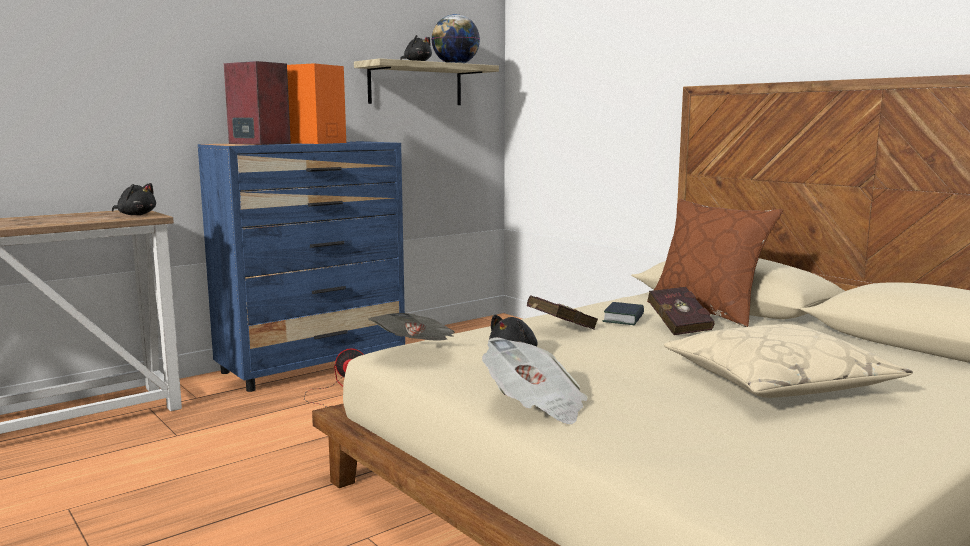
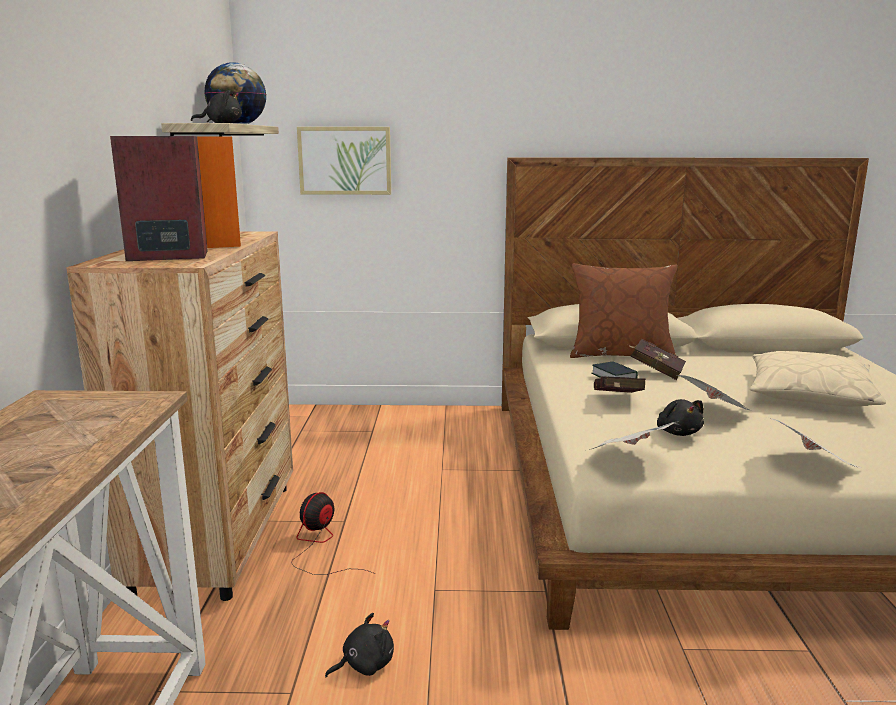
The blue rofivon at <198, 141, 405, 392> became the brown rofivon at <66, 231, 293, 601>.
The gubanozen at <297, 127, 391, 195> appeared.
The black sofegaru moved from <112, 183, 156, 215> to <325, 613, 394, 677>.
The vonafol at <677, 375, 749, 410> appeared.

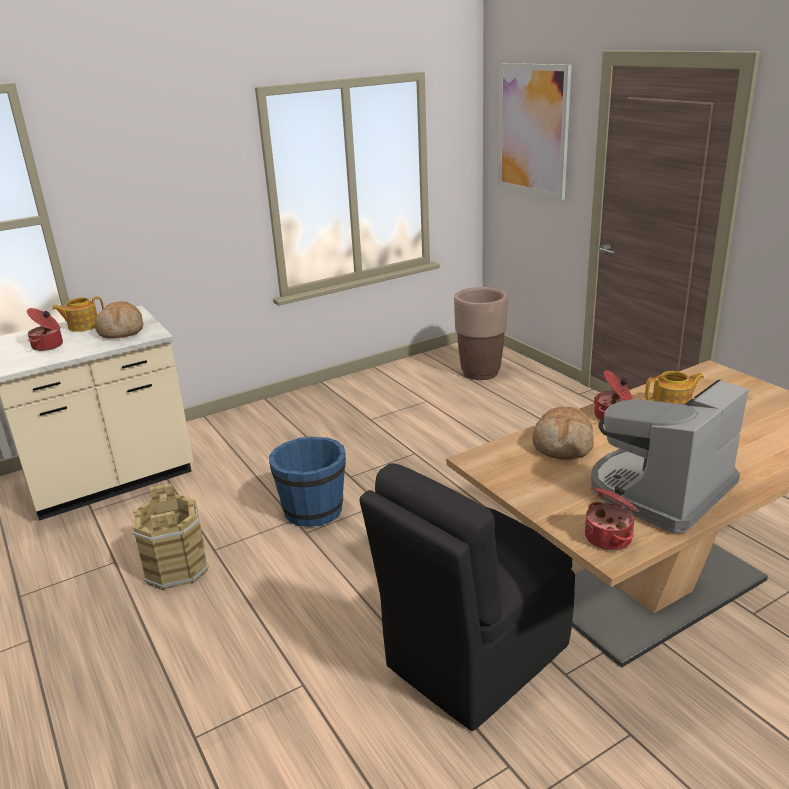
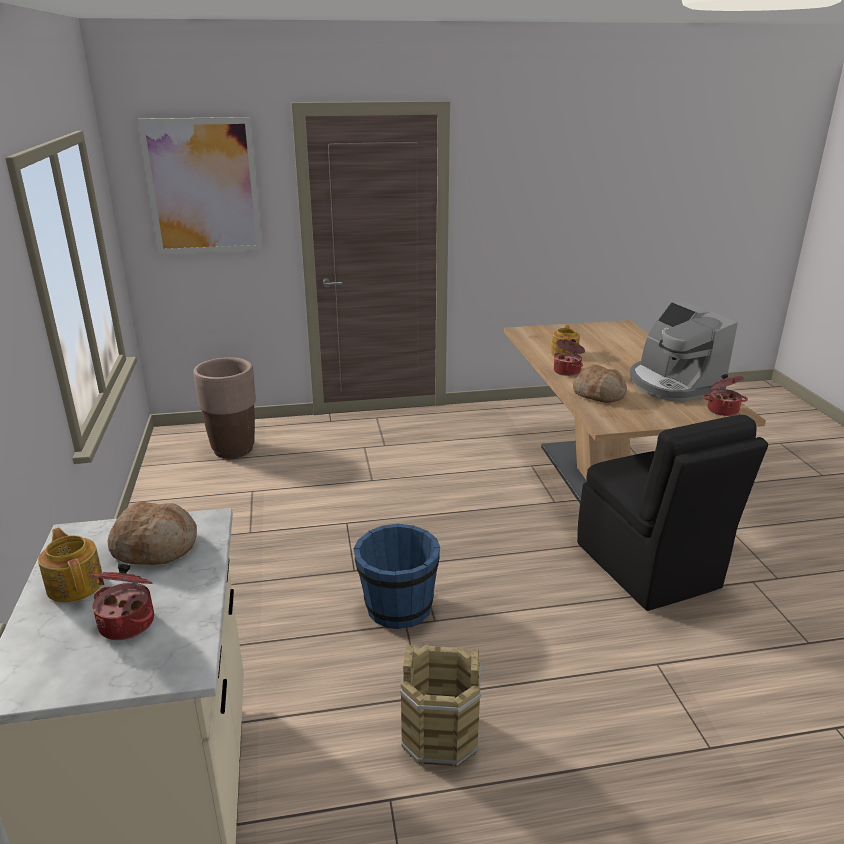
The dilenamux at <52, 297, 104, 332> turned 150 degrees clockwise.

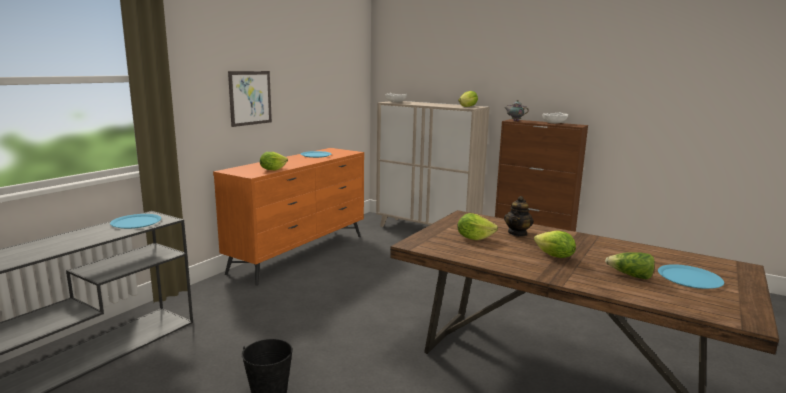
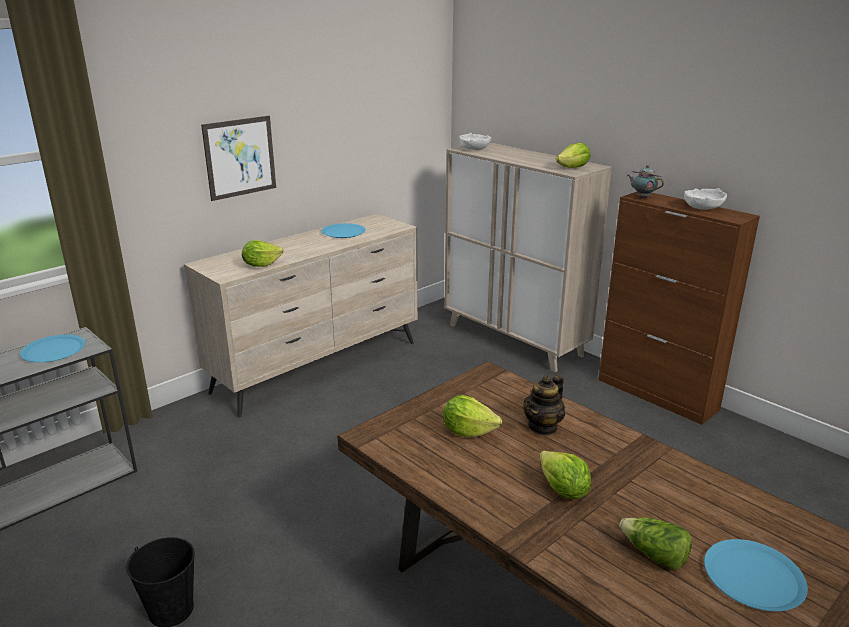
The orange rofivon at <213, 148, 364, 286> became the beige rofivon at <184, 214, 418, 418>.

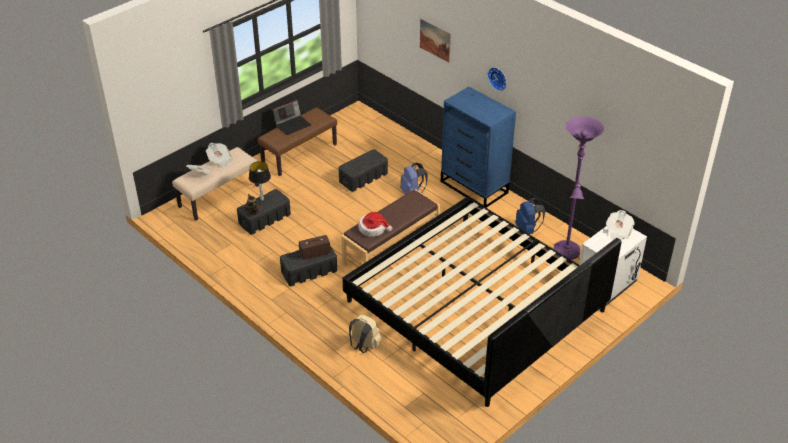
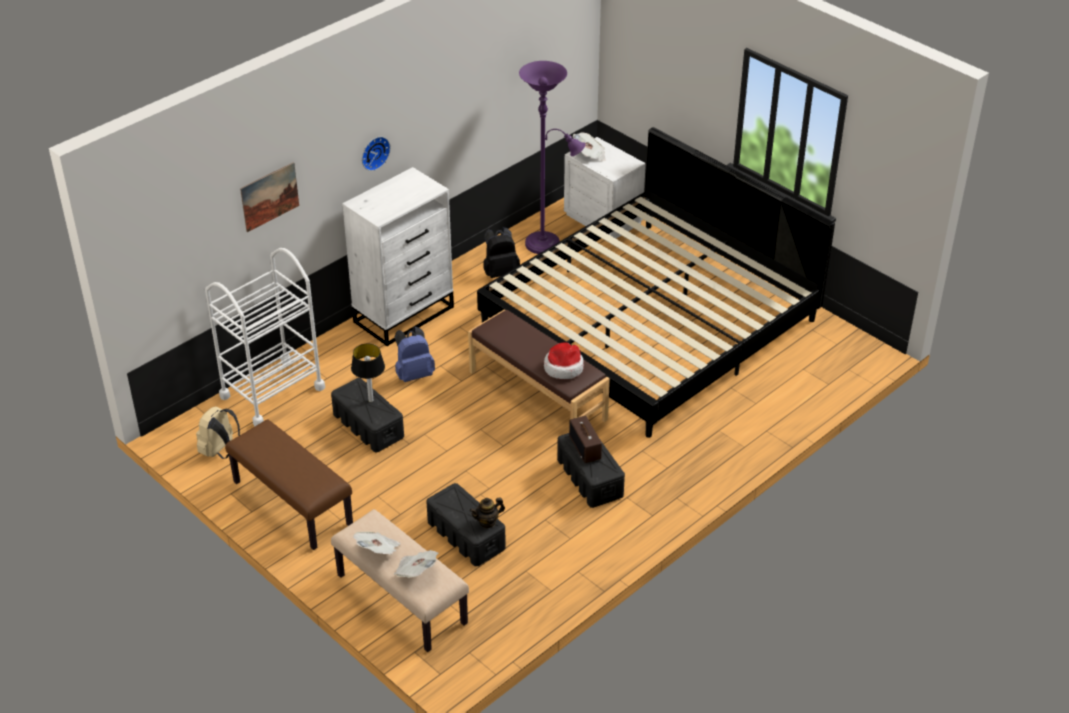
The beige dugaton moved from <349, 315, 381, 353> to <196, 407, 240, 459>.
The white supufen at <205, 248, 325, 426> appeared.
The blue rofivon at <441, 87, 516, 208> became the white rofivon at <342, 167, 454, 346>.
The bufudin moved from <249, 161, 271, 201> to <351, 343, 385, 402>.
The blue dugaton at <515, 198, 545, 234> became the black dugaton at <483, 227, 520, 278>.
The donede at <272, 99, 311, 135> disappeared.

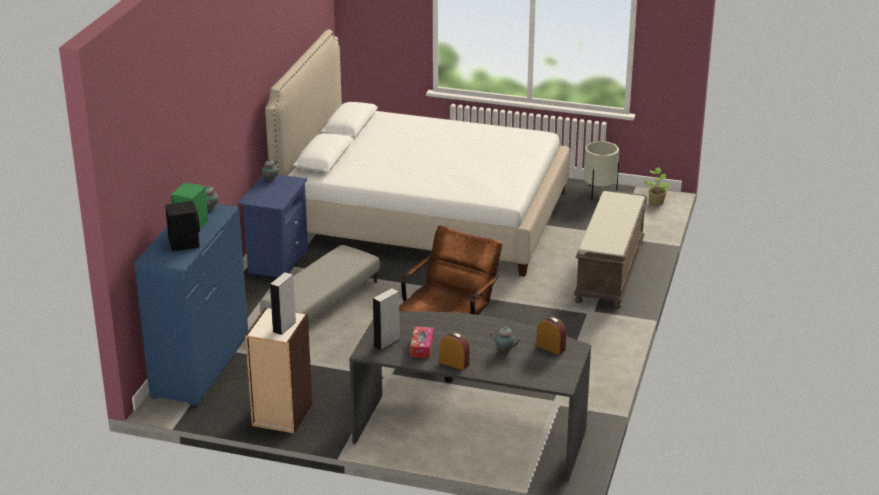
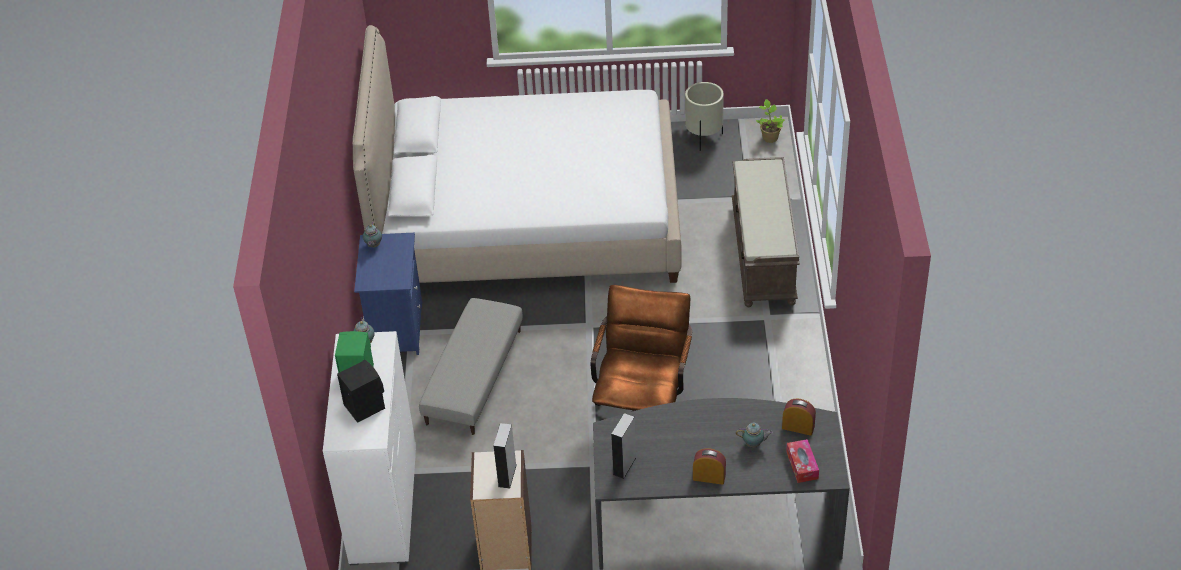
The blue rofivon at <134, 204, 248, 406> became the white rofivon at <323, 331, 416, 565>.
The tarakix moved from <410, 327, 434, 358> to <786, 439, 819, 483>.

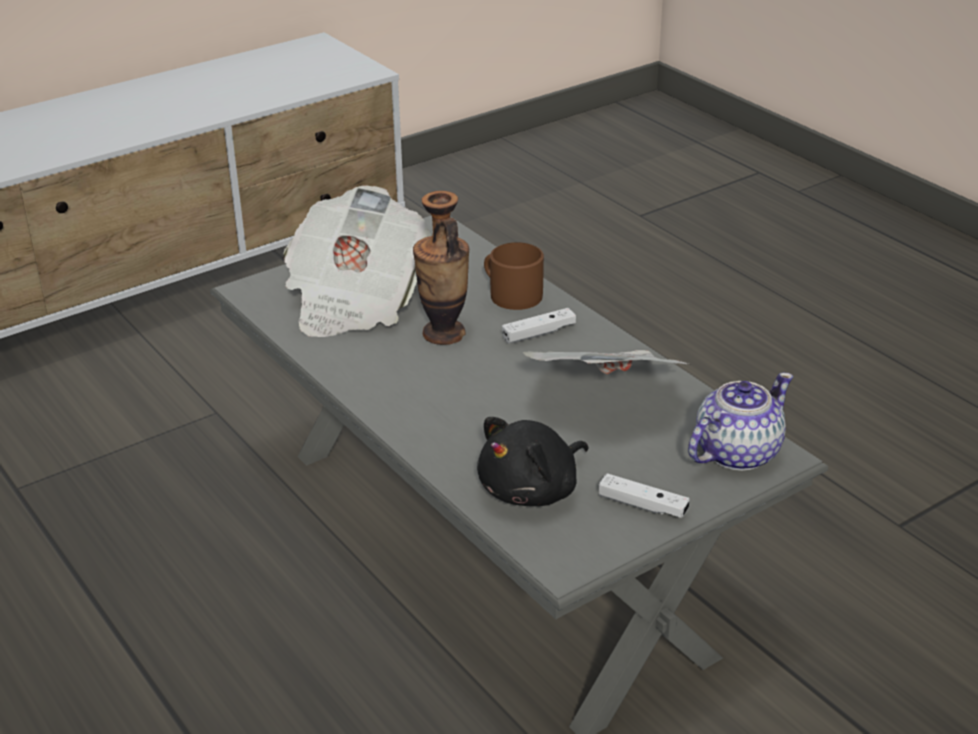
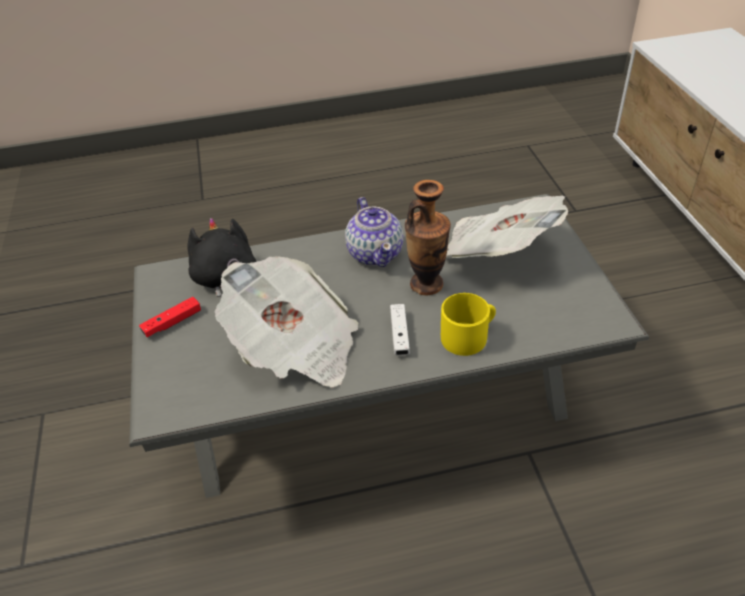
The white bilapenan at <599, 473, 690, 518> became the red bilapenan at <139, 297, 201, 337>.
The dilenamux moved from <688, 372, 793, 471> to <345, 197, 404, 267>.
The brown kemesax at <484, 242, 544, 310> became the yellow kemesax at <441, 293, 496, 356>.

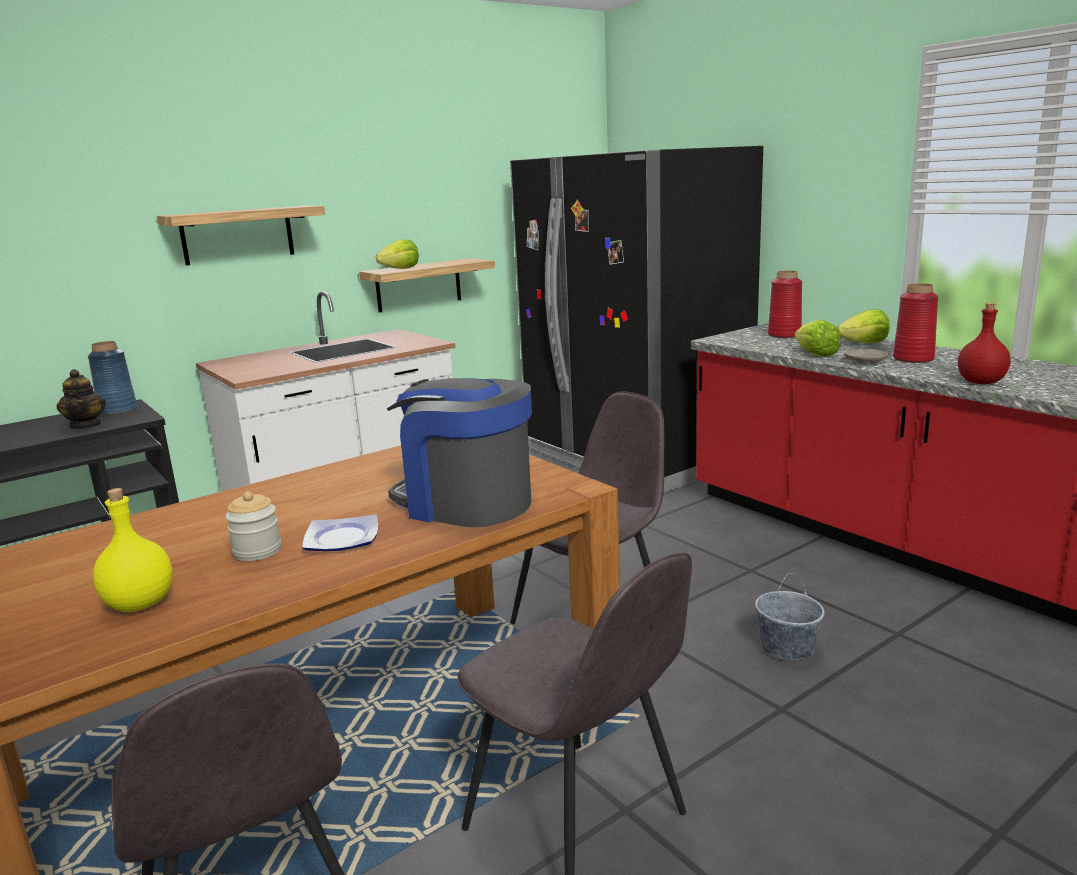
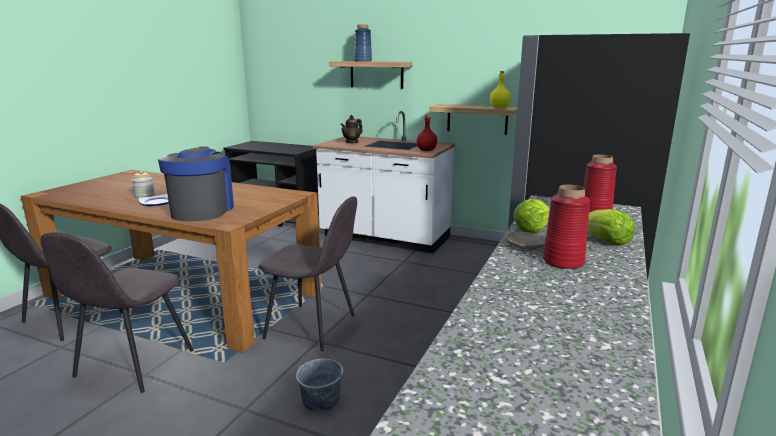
The dilenamux moved from <57, 369, 106, 429> to <341, 115, 363, 143>.
The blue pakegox moved from <88, 341, 137, 416> to <354, 25, 372, 62>.
The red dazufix moved from <958, 303, 1011, 384> to <417, 114, 437, 151>.
The yellow dazufix moved from <93, 488, 173, 612> to <490, 71, 511, 108>.
The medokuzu at <376, 239, 419, 269> disappeared.

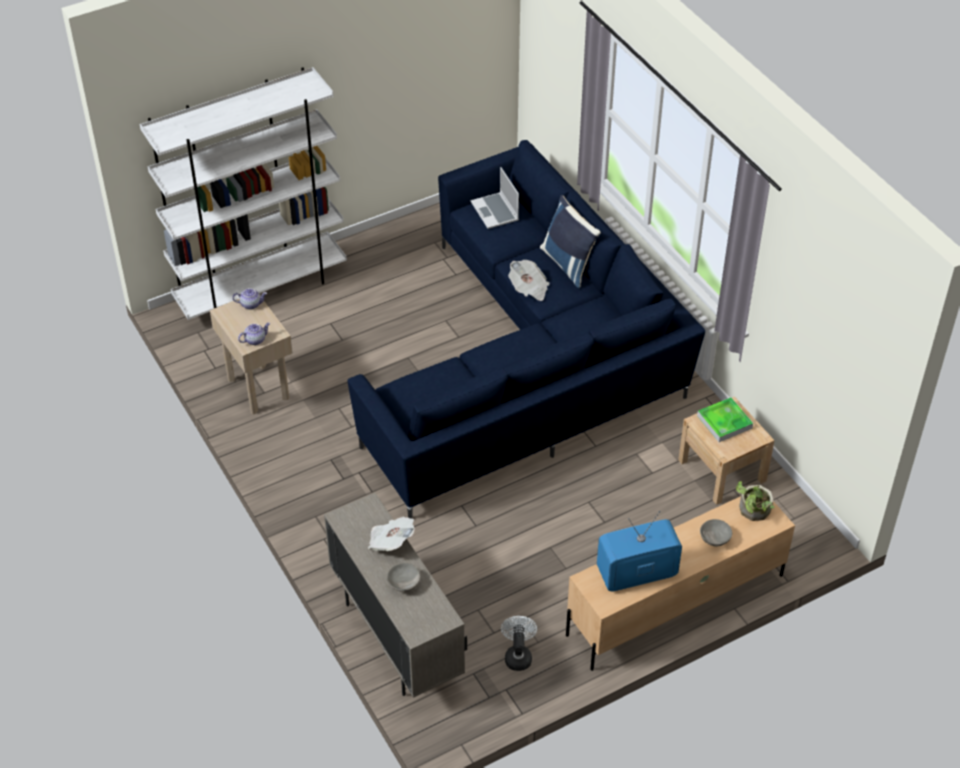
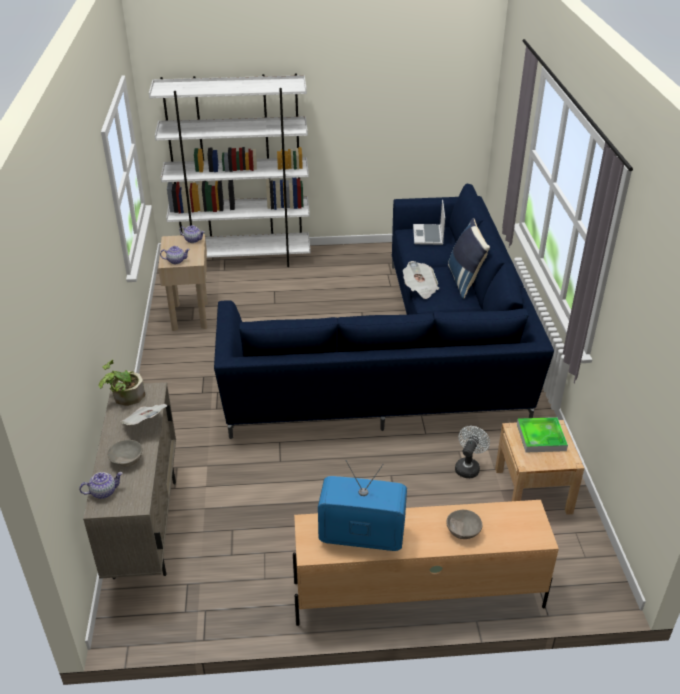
The dilenamux at <79, 472, 123, 499> appeared.
The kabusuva moved from <736, 481, 775, 521> to <98, 359, 145, 406>.
The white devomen moved from <501, 616, 537, 671> to <455, 426, 490, 478>.

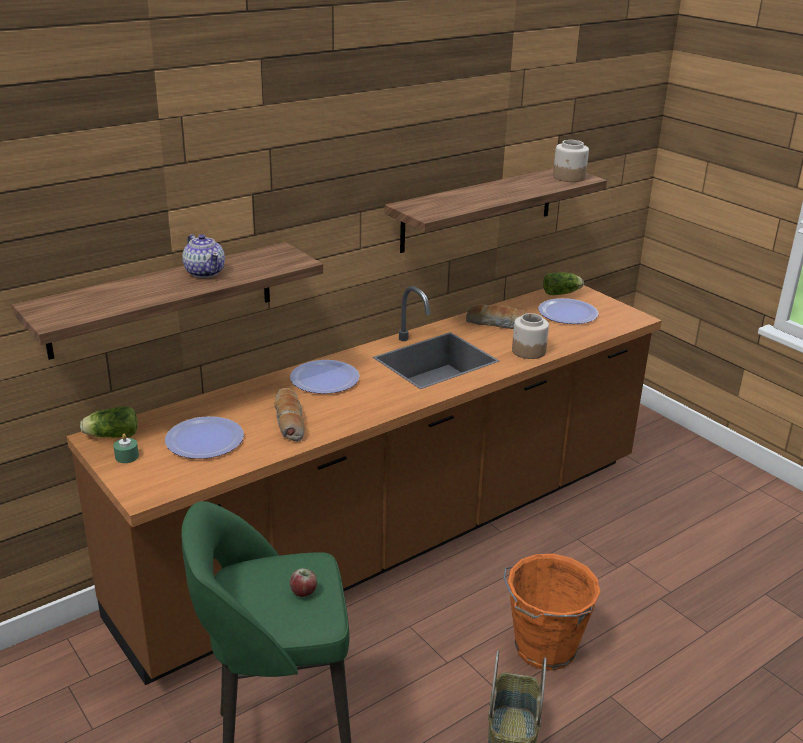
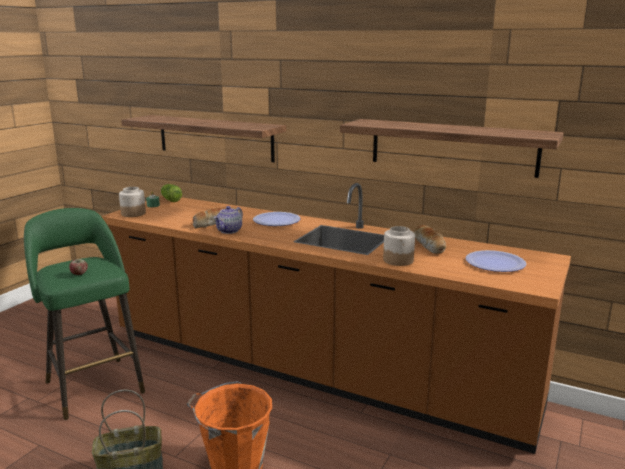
The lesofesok moved from <553, 140, 589, 182> to <119, 187, 146, 217>.
The dilenamux moved from <182, 234, 225, 278> to <214, 206, 243, 234>.
The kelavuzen at <165, 416, 244, 459> disappeared.
The medokuzu at <543, 272, 584, 295> disappeared.

